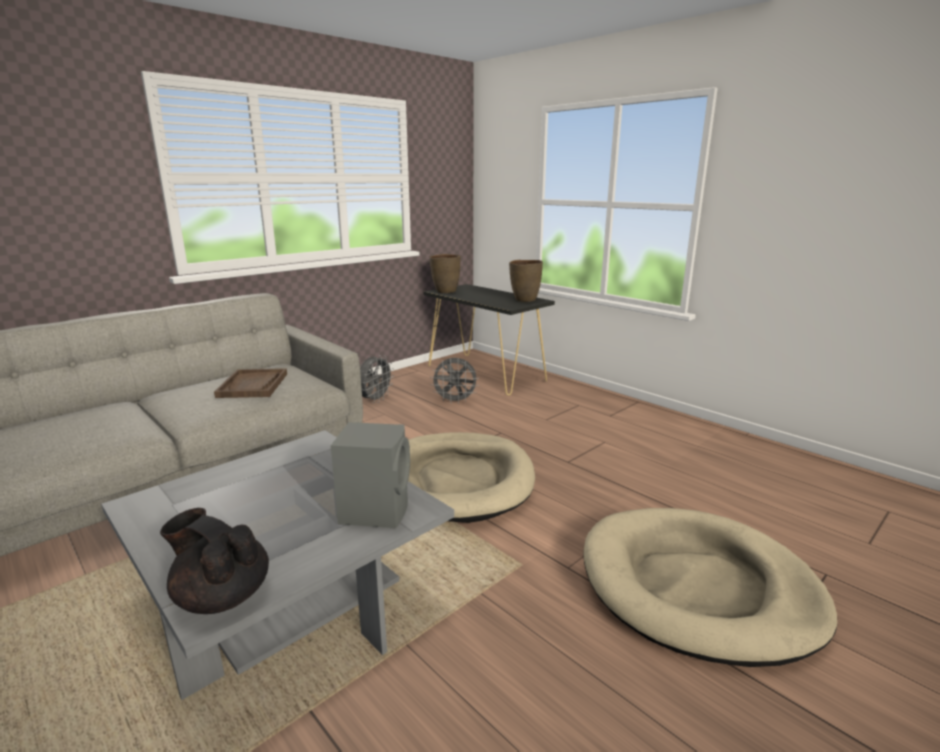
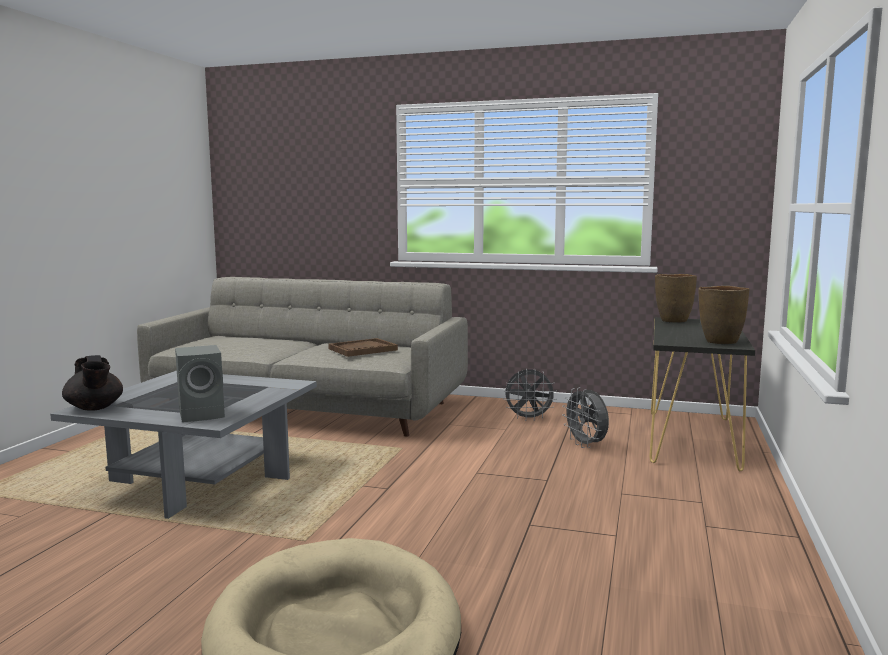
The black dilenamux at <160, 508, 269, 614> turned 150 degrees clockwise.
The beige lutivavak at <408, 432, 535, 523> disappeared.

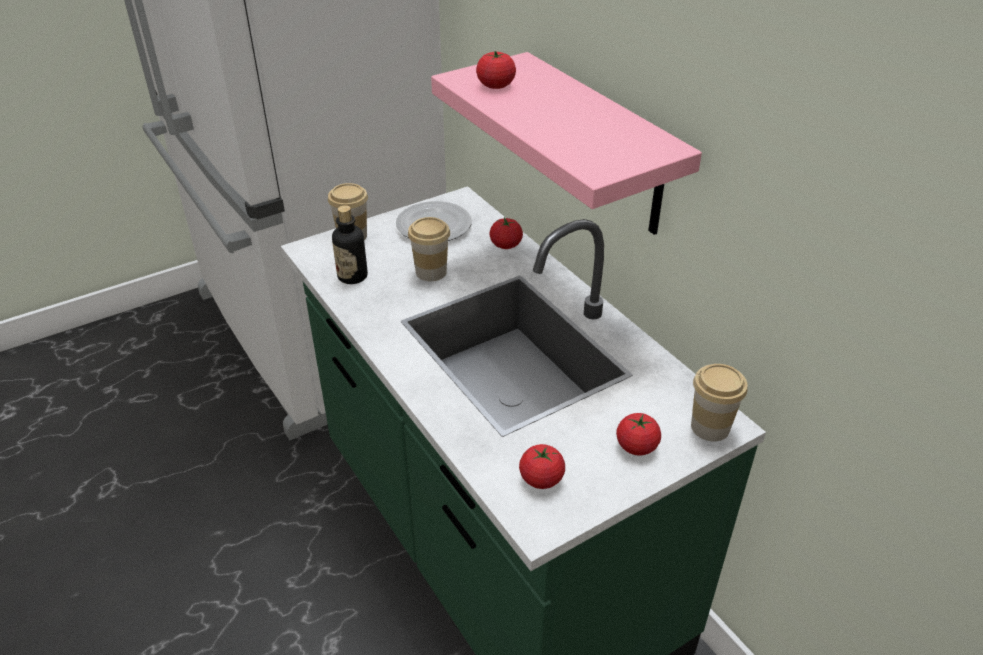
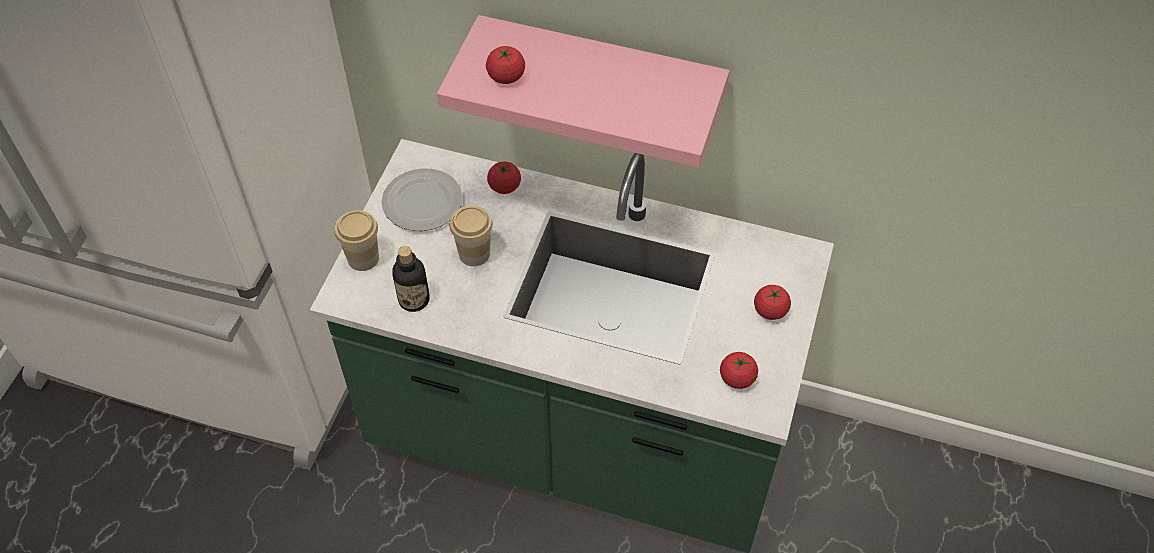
The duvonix at <691, 364, 747, 441> disappeared.

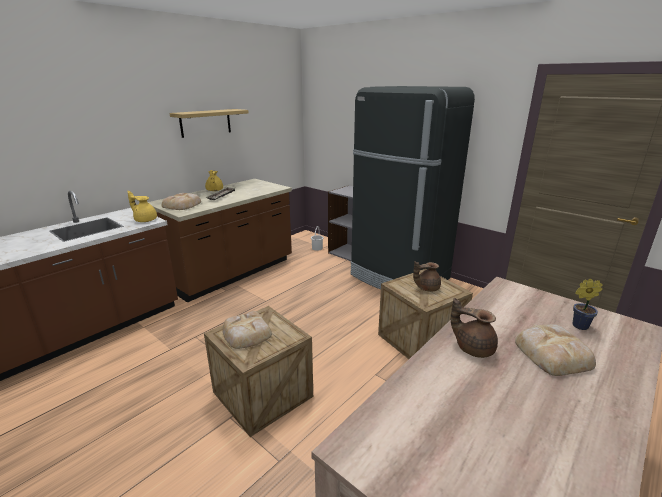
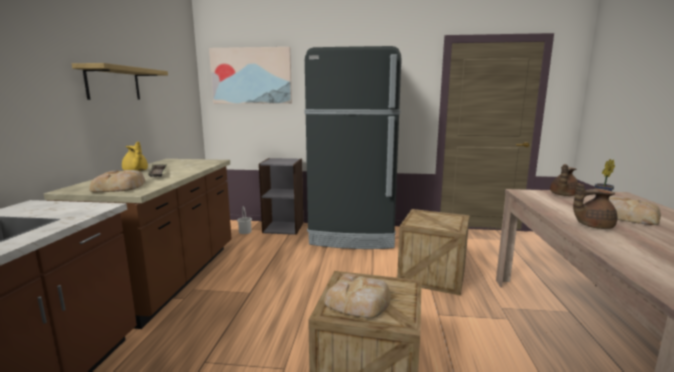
The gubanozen at <209, 47, 292, 104> appeared.
The brown dilenamux moved from <413, 262, 441, 291> to <550, 164, 578, 196>.
The yellow dilenamux at <127, 191, 157, 222> disappeared.

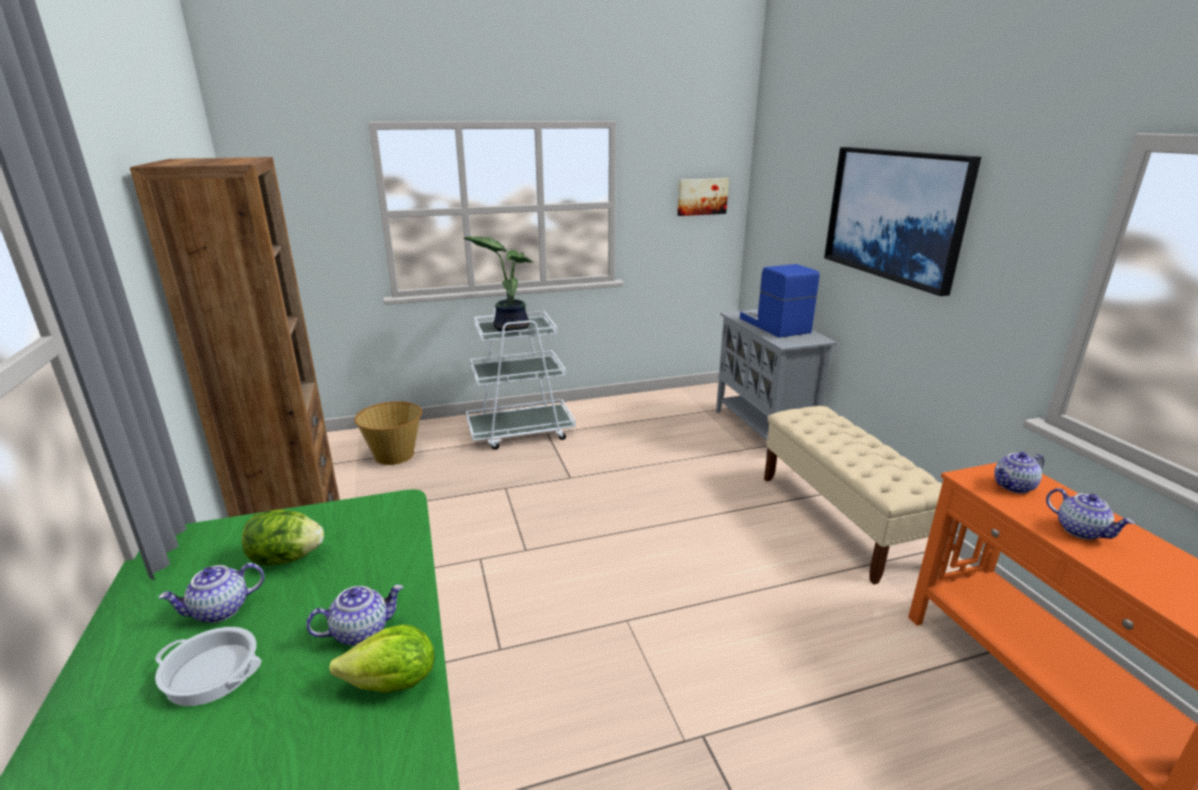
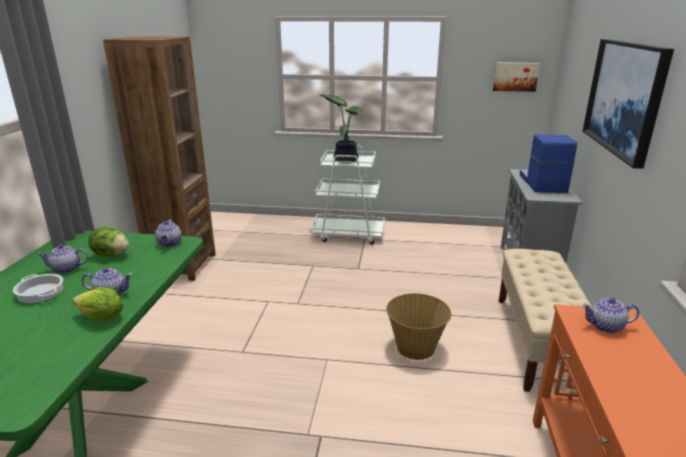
The dilenamux moved from <1046, 488, 1134, 540> to <155, 219, 182, 247>.
The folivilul moved from <354, 401, 422, 465> to <386, 293, 451, 360>.

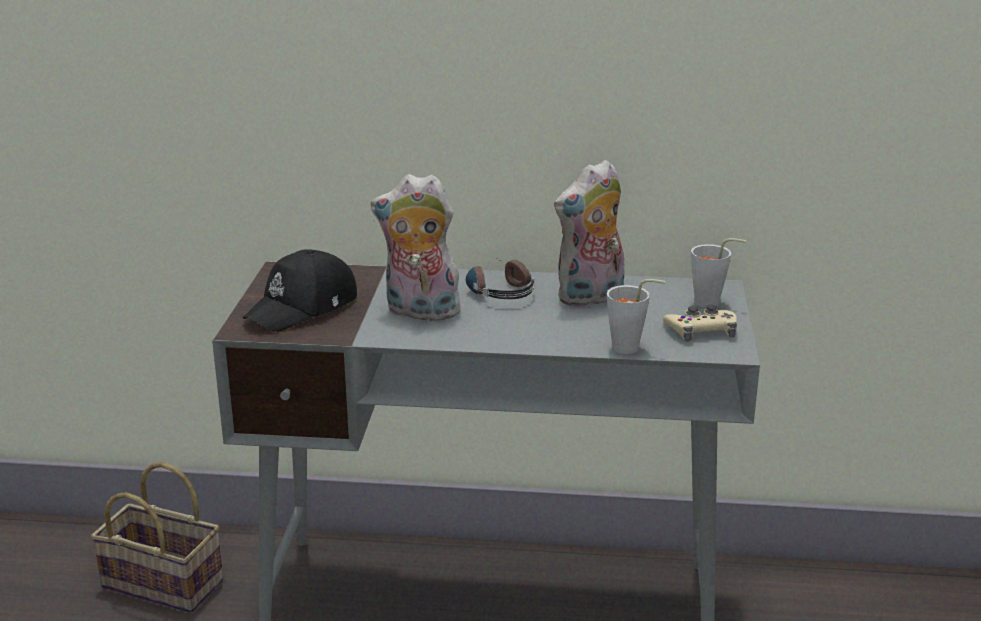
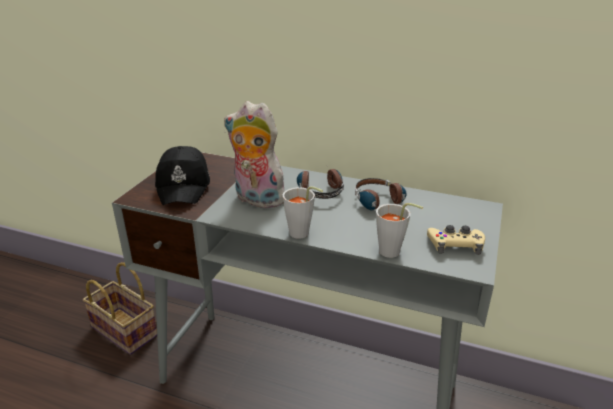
The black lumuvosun at <243, 249, 357, 332> turned 60 degrees counterclockwise.
The grey duvonix moved from <691, 238, 747, 308> to <283, 186, 323, 239>.
The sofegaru at <554, 160, 625, 308> was replaced by the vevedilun at <355, 178, 407, 210>.

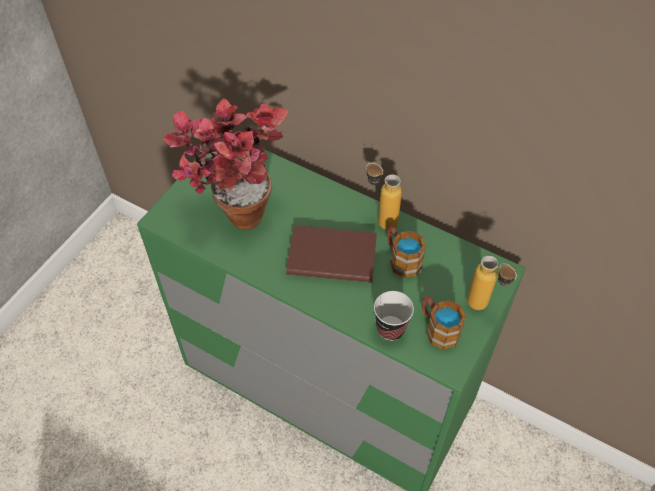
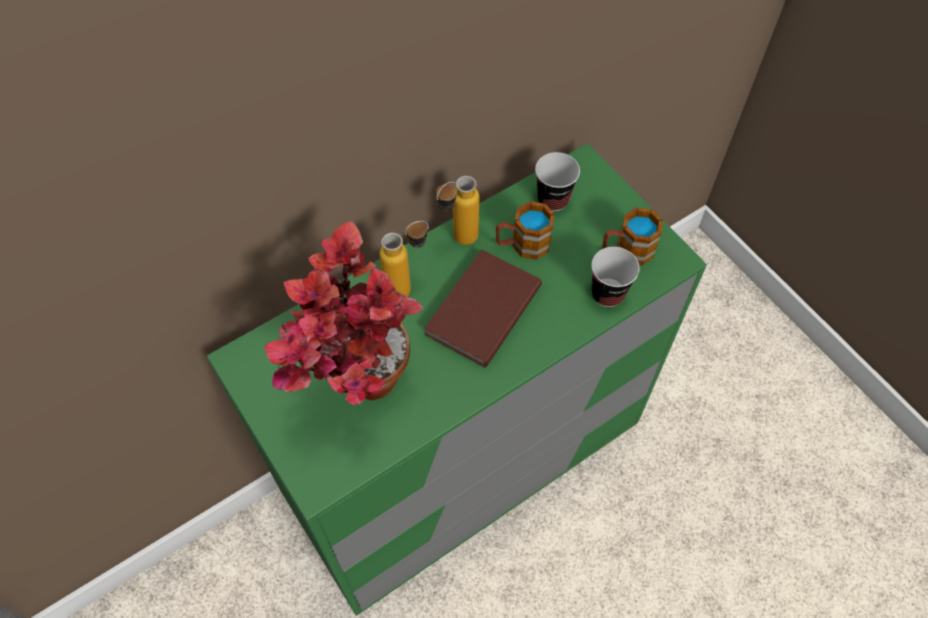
The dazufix moved from <467, 255, 517, 310> to <380, 221, 428, 296>.
The duvonix at <535, 152, 580, 212> appeared.

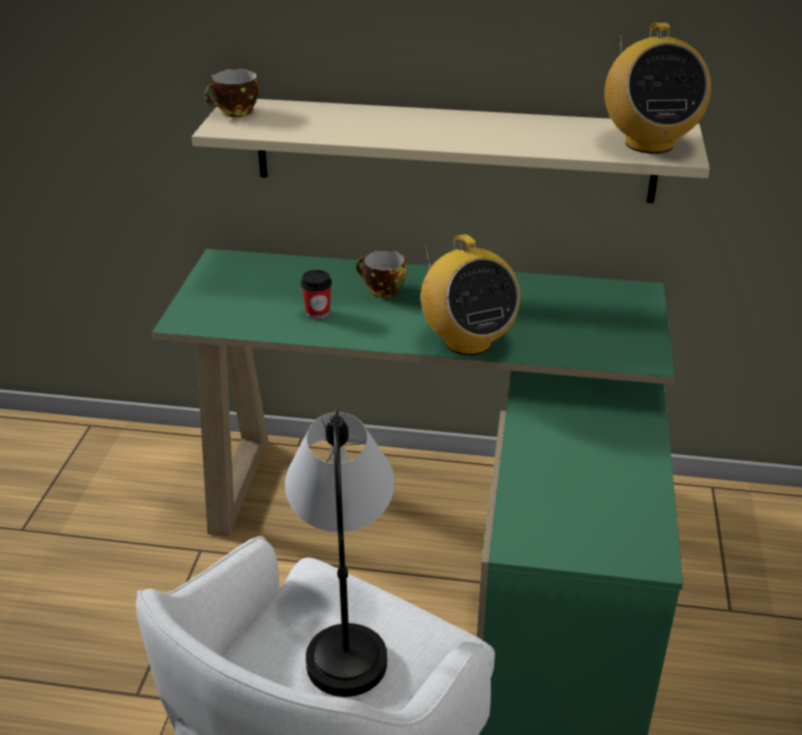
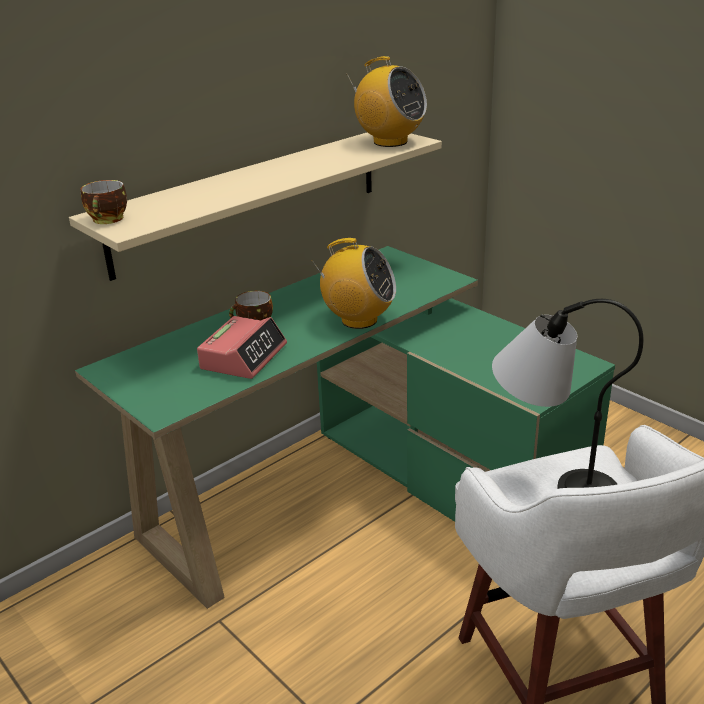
The duvonix at <301, 270, 332, 320> was replaced by the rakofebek at <197, 316, 287, 379>.

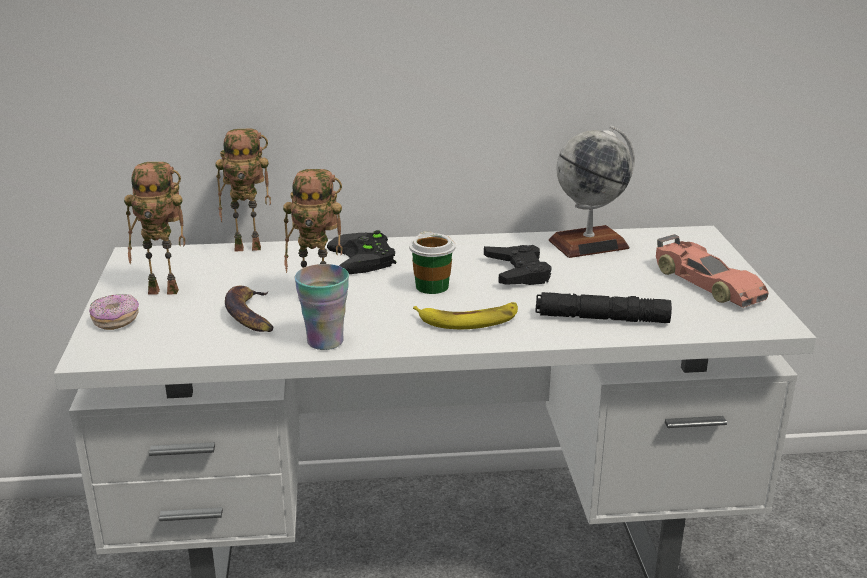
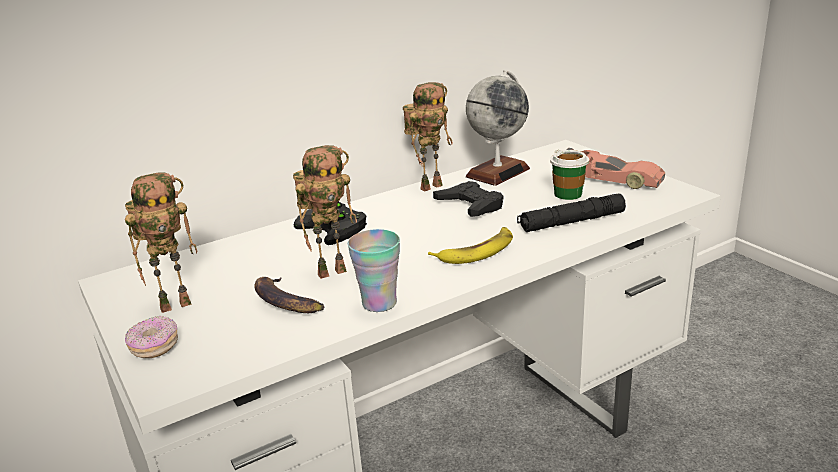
The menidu moved from <216, 128, 271, 252> to <403, 82, 453, 191>.
The duvonix moved from <409, 231, 456, 294> to <550, 150, 589, 200>.

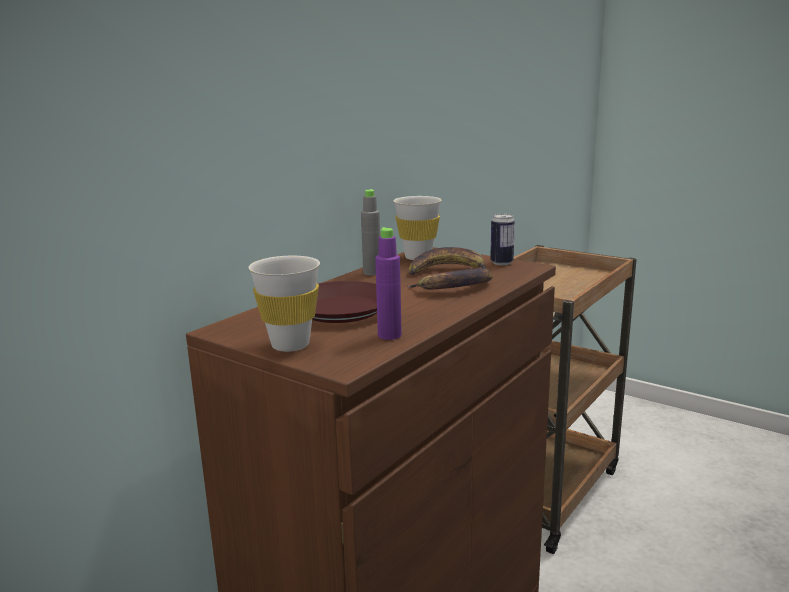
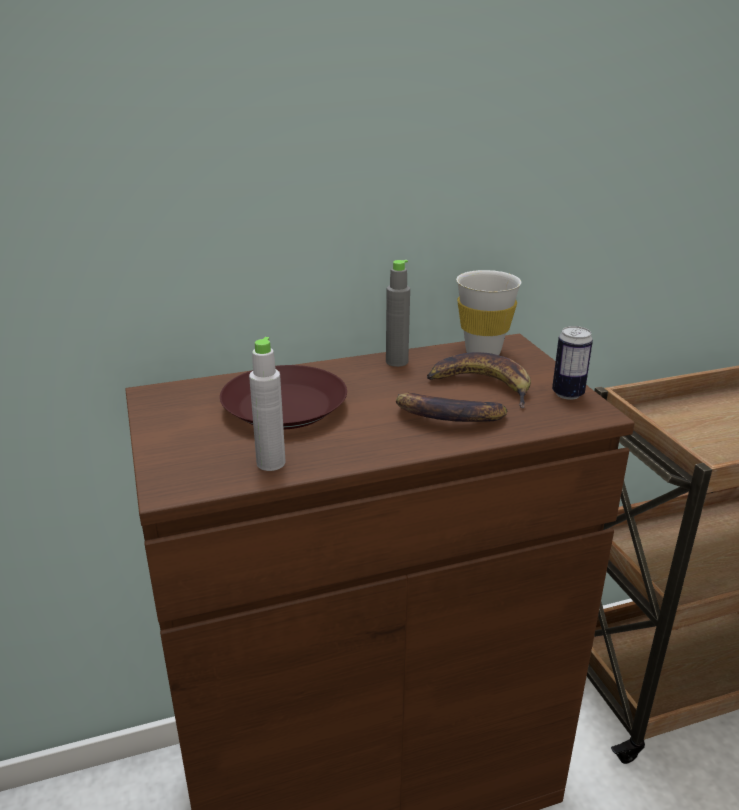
The purple dazufix at <375, 227, 402, 340> became the grey dazufix at <249, 337, 286, 471>.
The white duvonix at <249, 256, 320, 352> disappeared.

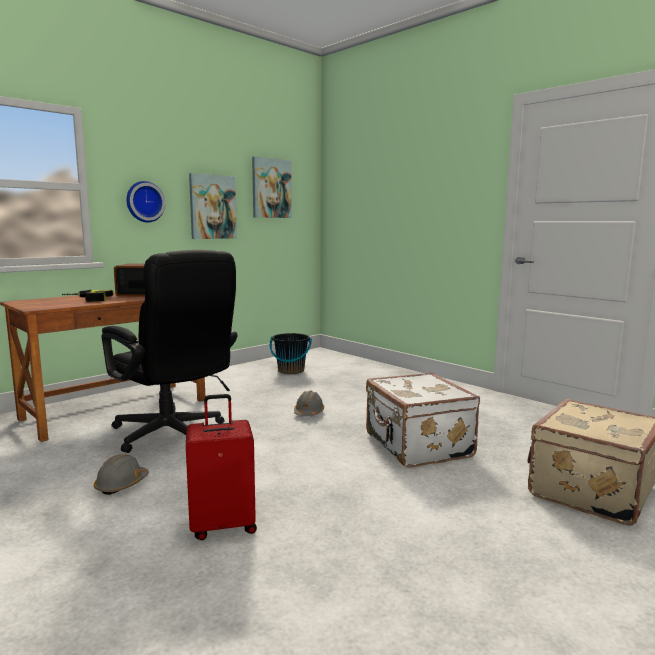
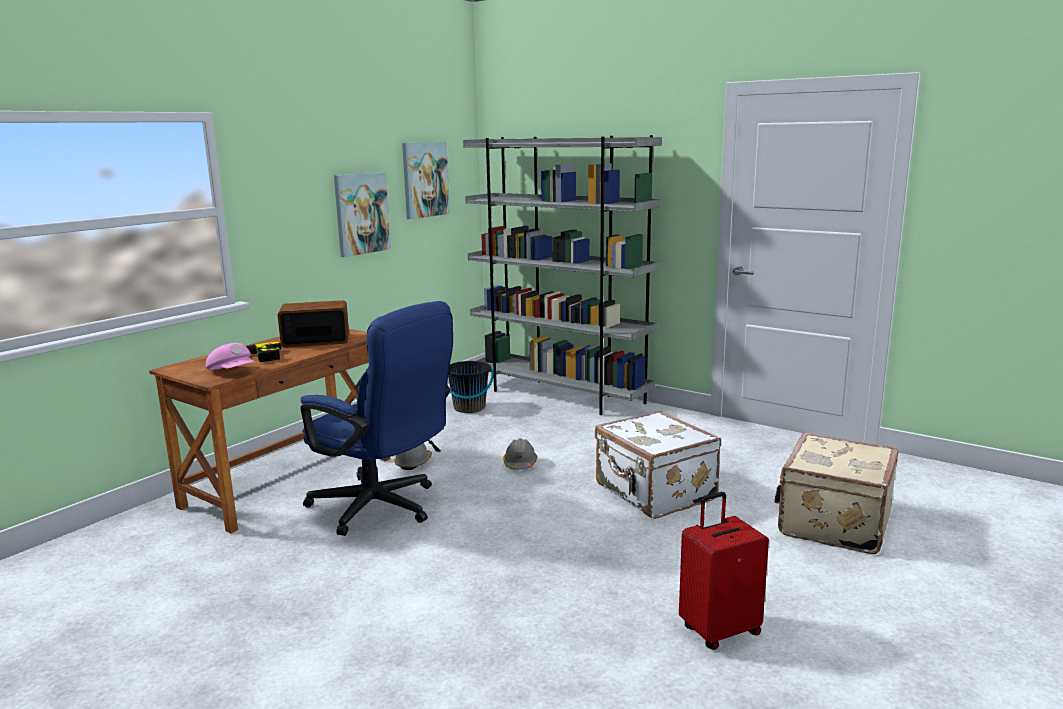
The pink lumuvosun at <206, 343, 254, 370> appeared.
The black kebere at <101, 250, 237, 453> became the blue kebere at <301, 301, 453, 536>.
The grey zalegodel moved from <94, 454, 149, 495> to <394, 443, 432, 470>.
The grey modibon at <463, 135, 662, 415> appeared.
The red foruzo moved from <186, 394, 257, 540> to <679, 492, 769, 650>.
The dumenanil at <126, 181, 165, 222> disappeared.

